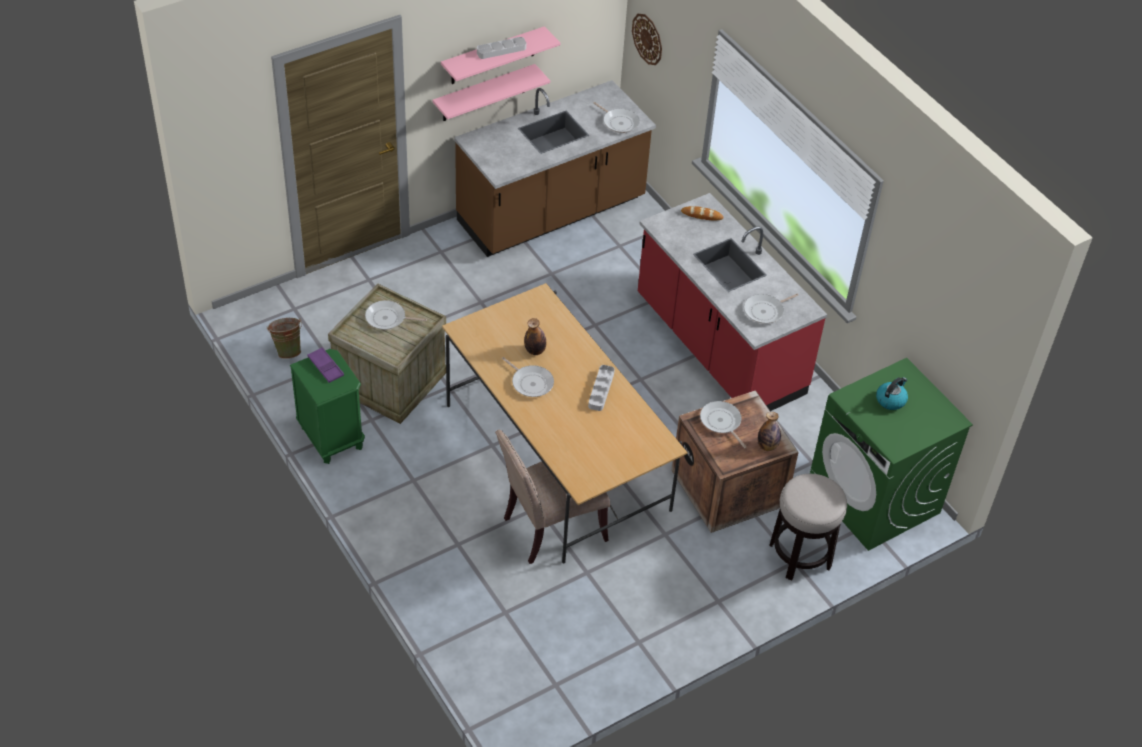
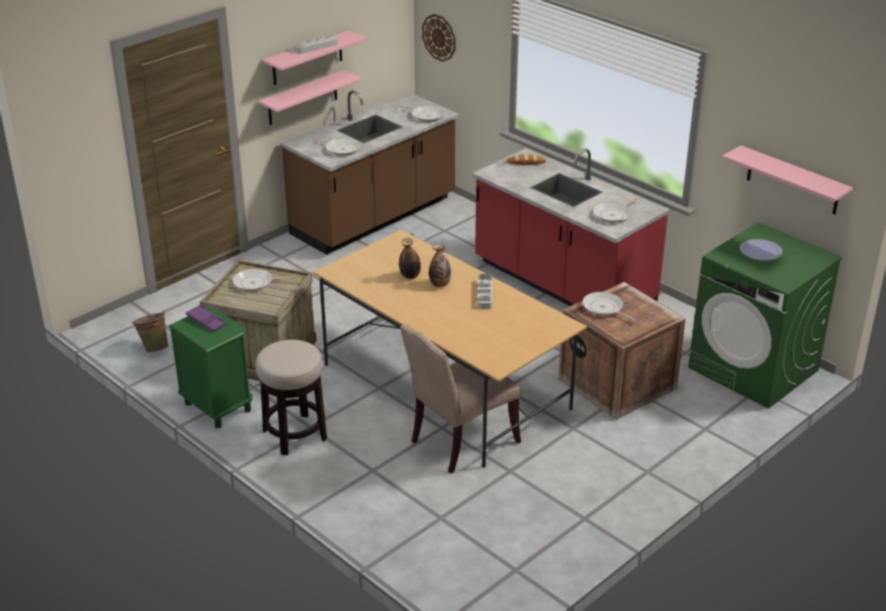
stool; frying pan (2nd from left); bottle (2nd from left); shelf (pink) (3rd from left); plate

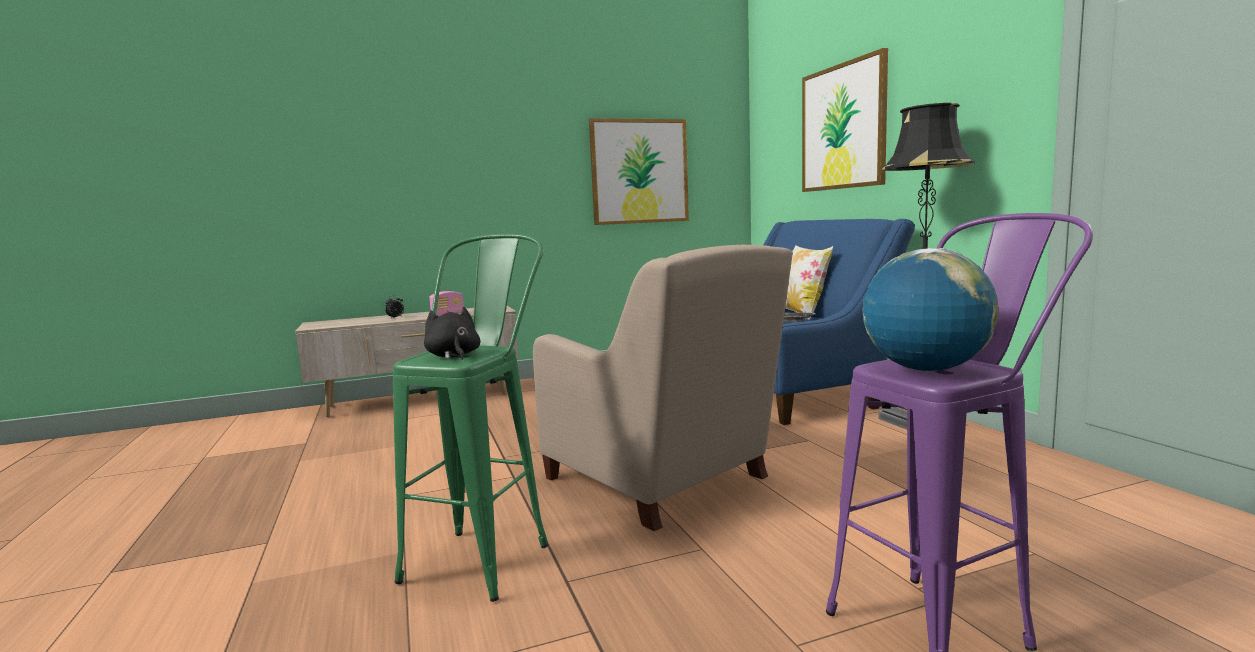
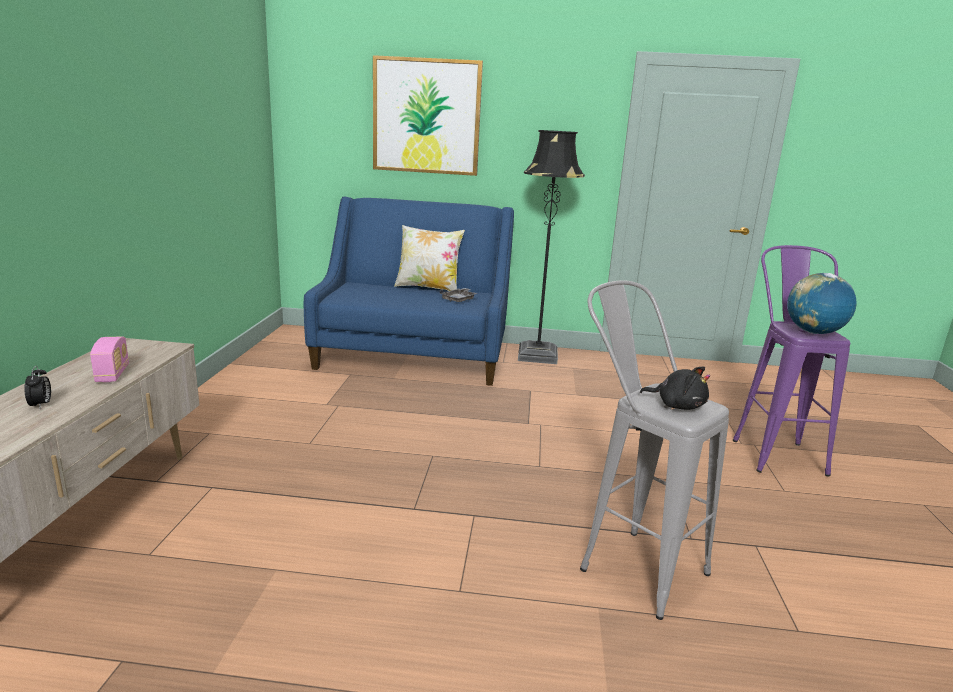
stool (grey); plush toy (black); armchair (beige); picture (1st from left in the first image)

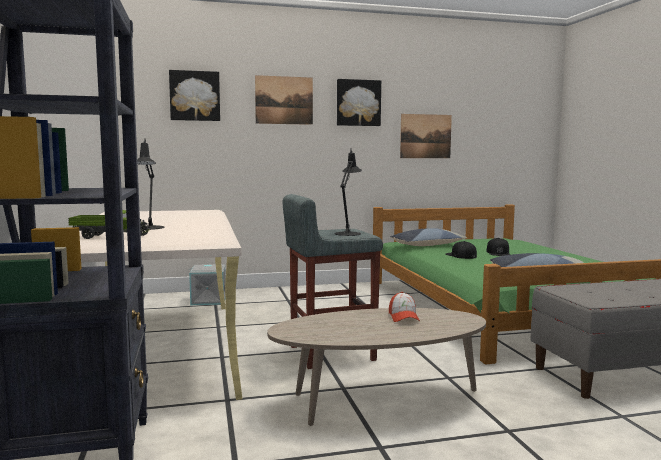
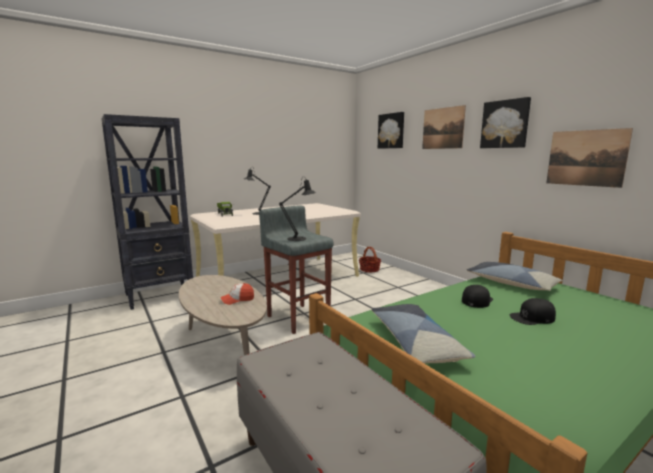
basket

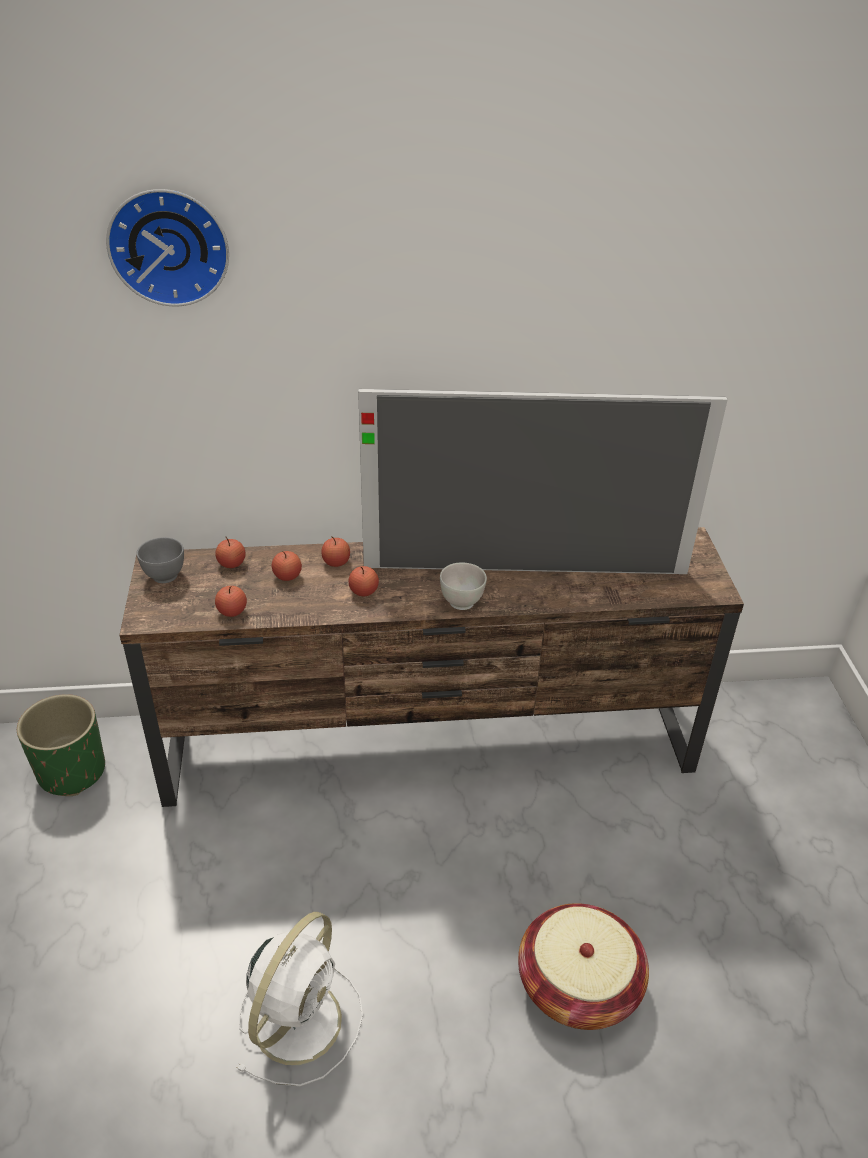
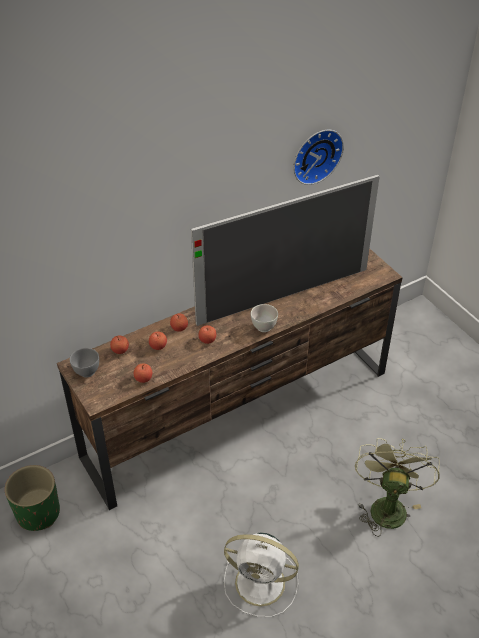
fan (white); wall clock; fan (green)

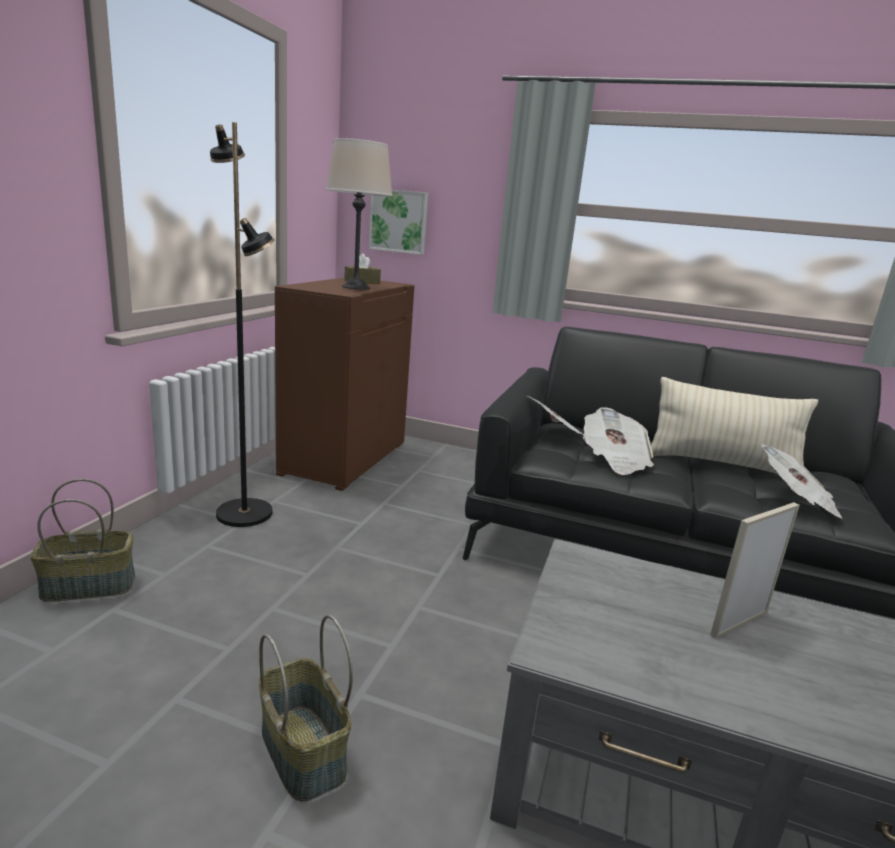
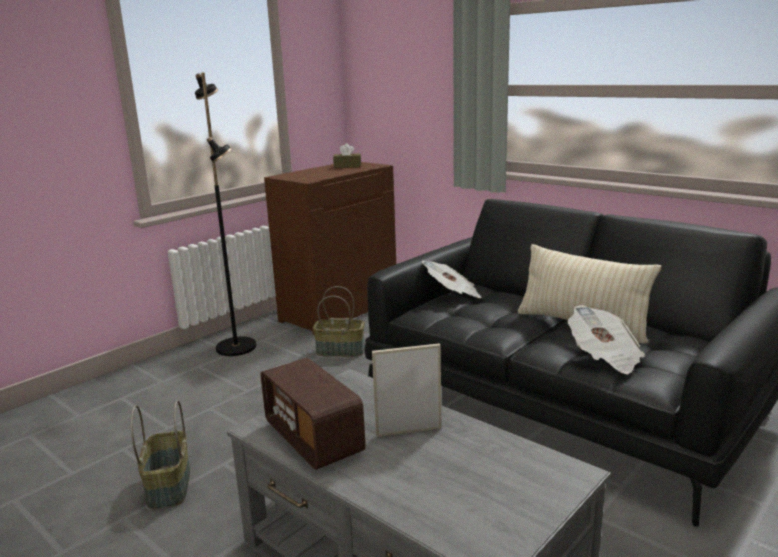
radio; basket (2nd from left); table lamp (beige); picture; newspaper (2nd from left in the first image)

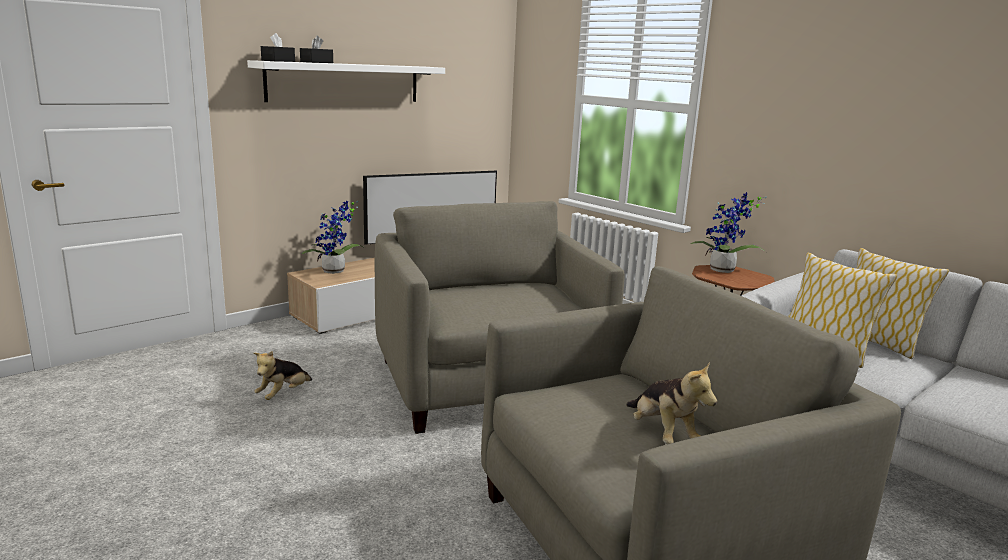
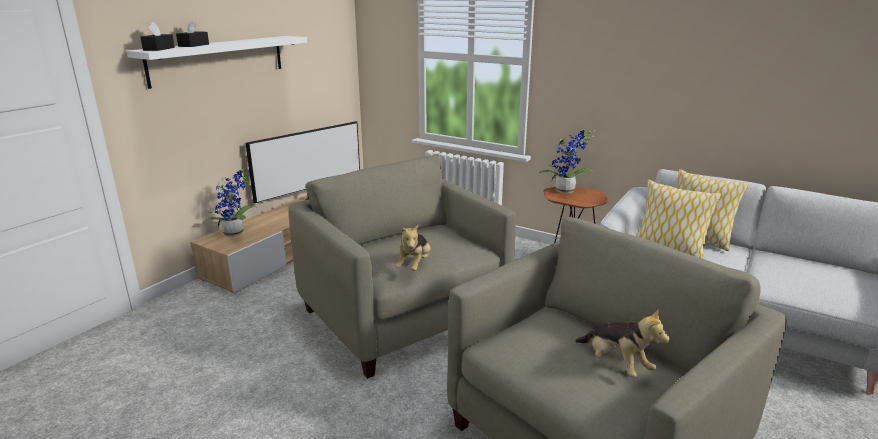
plush toy (1st from left)

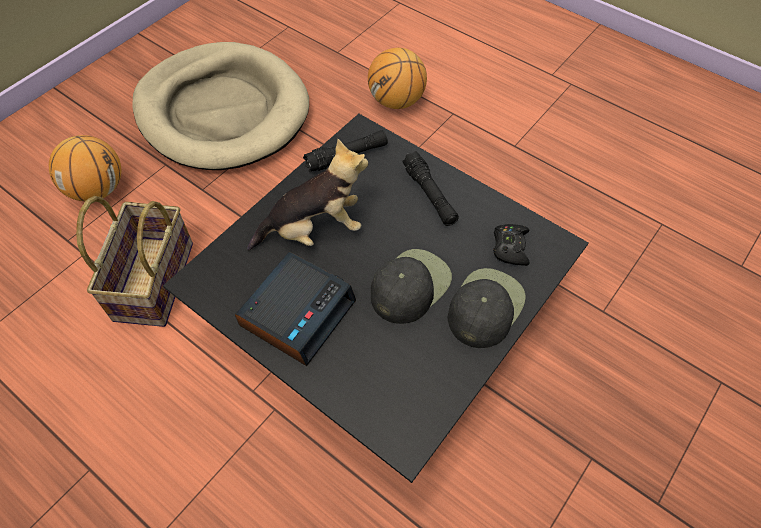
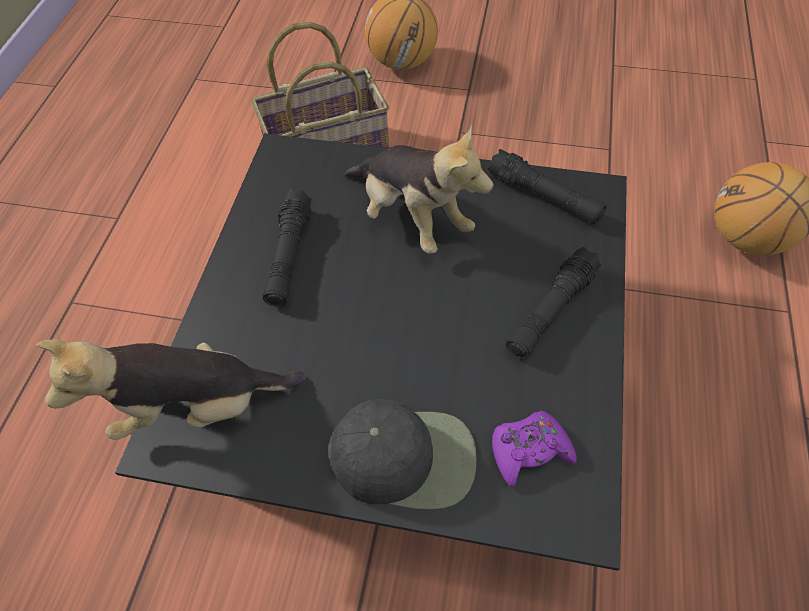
plush toy (1st from left); flashlight (black) (1st from left); game controller (purple); dog bed (beige); cap (black) (1st from left in the first image)

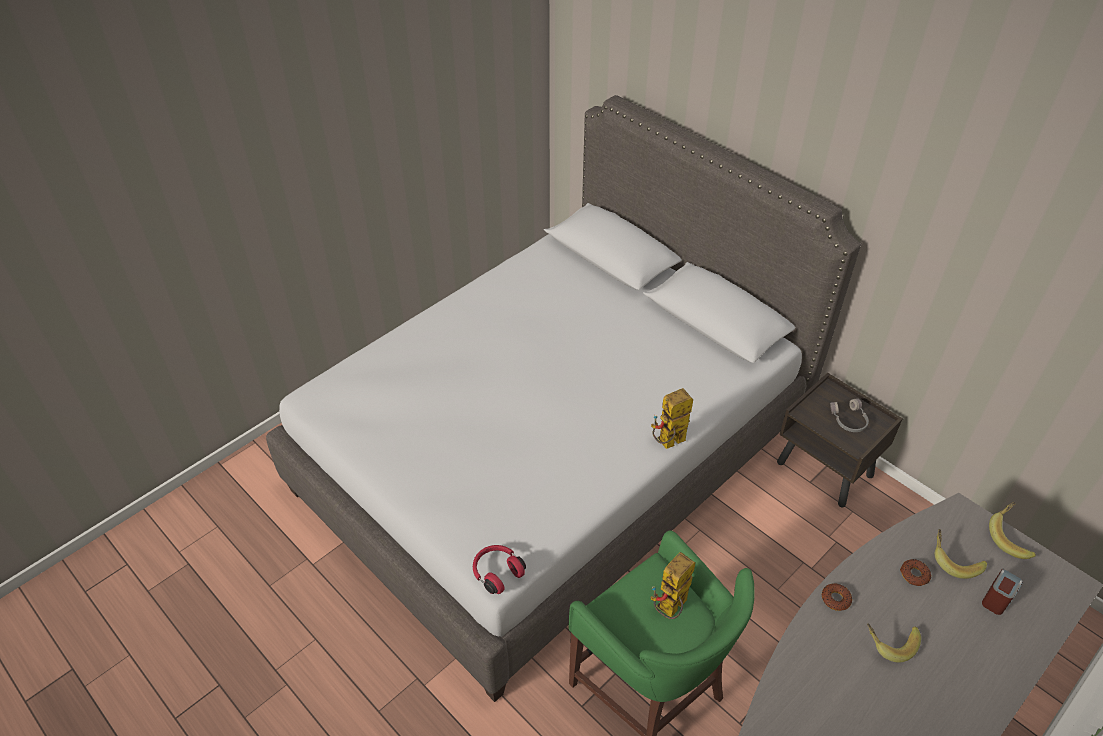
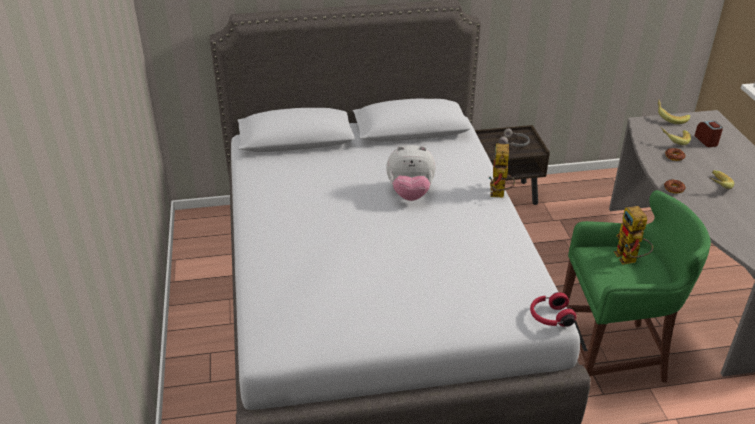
plush toy

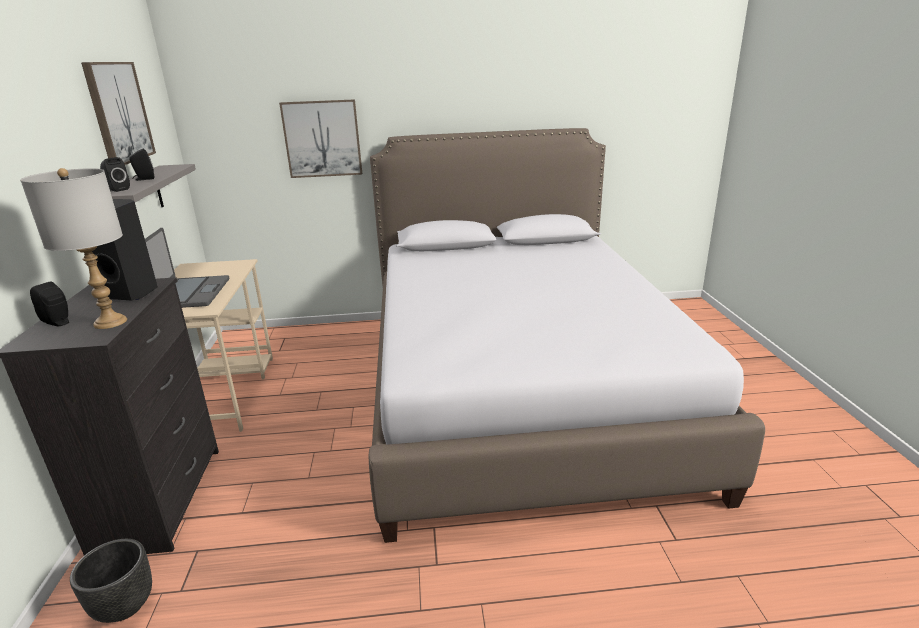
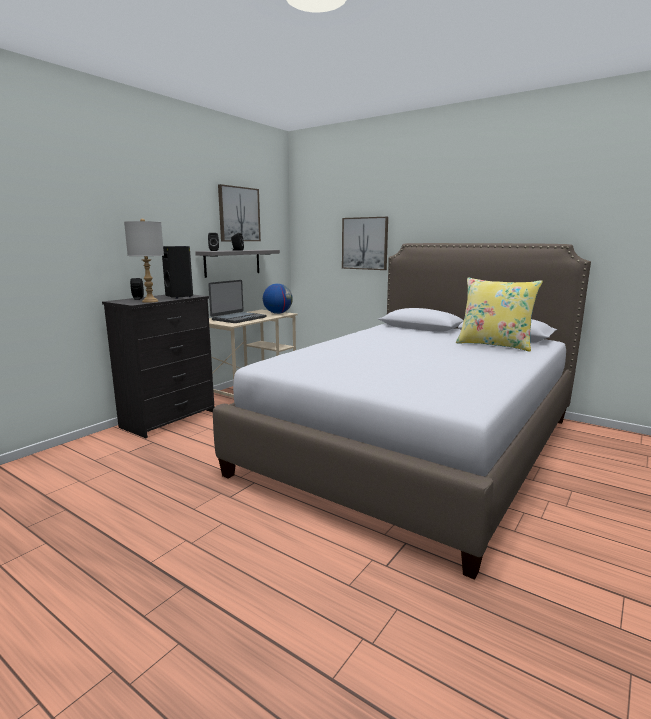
globe; pillow (yellow); planter (black)

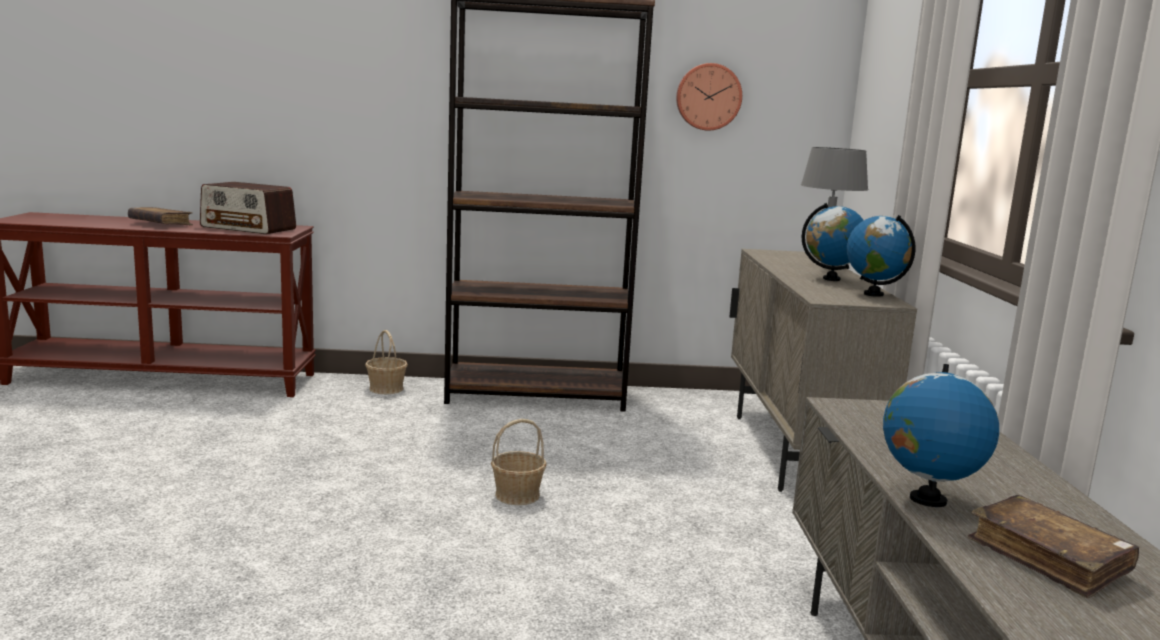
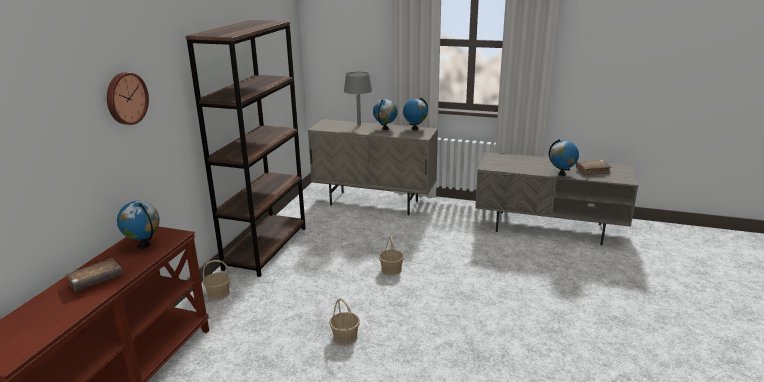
wall clock; globe (1st from left); basket (2nd from left)

